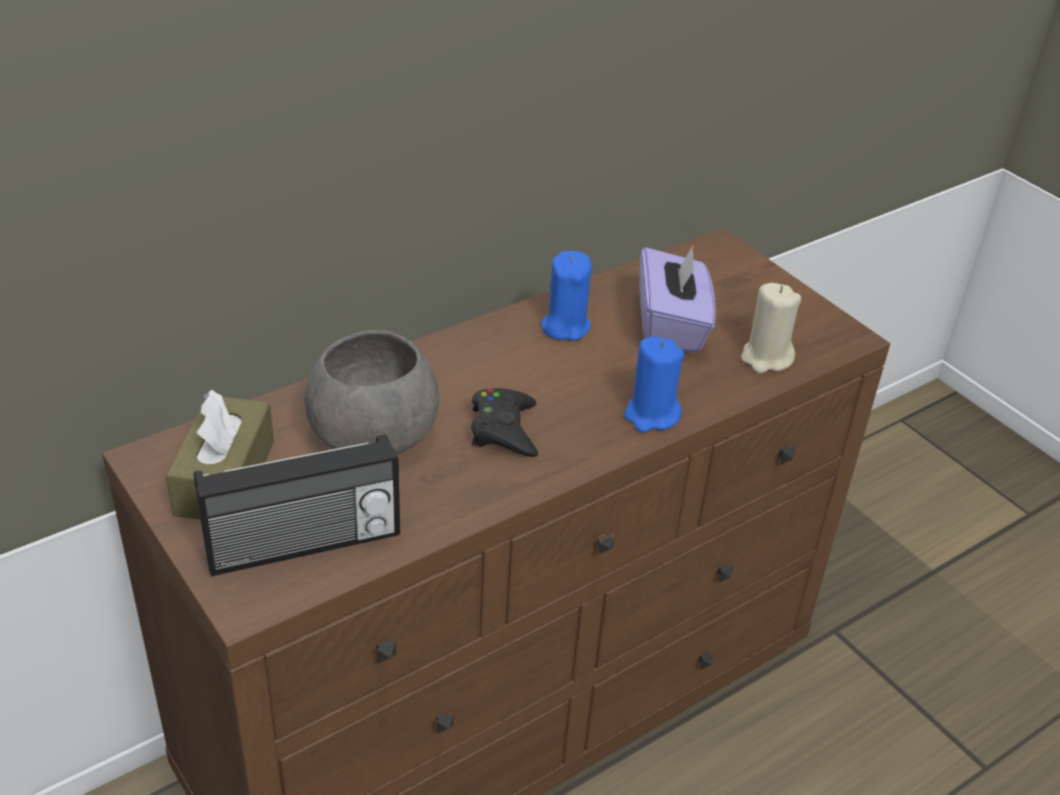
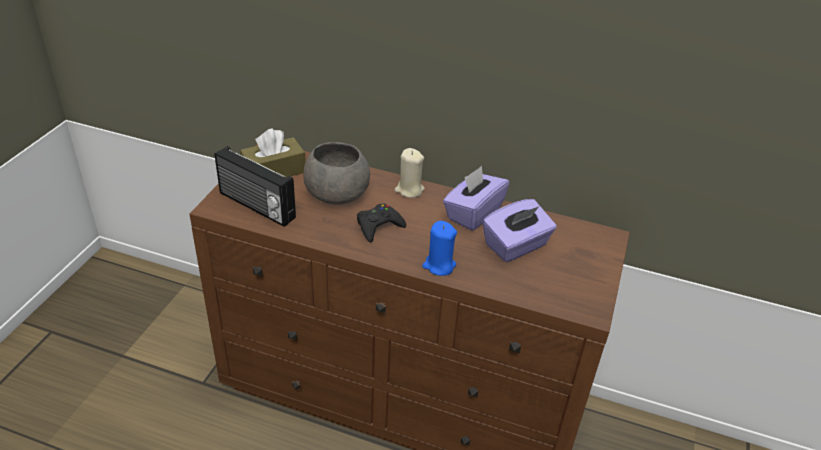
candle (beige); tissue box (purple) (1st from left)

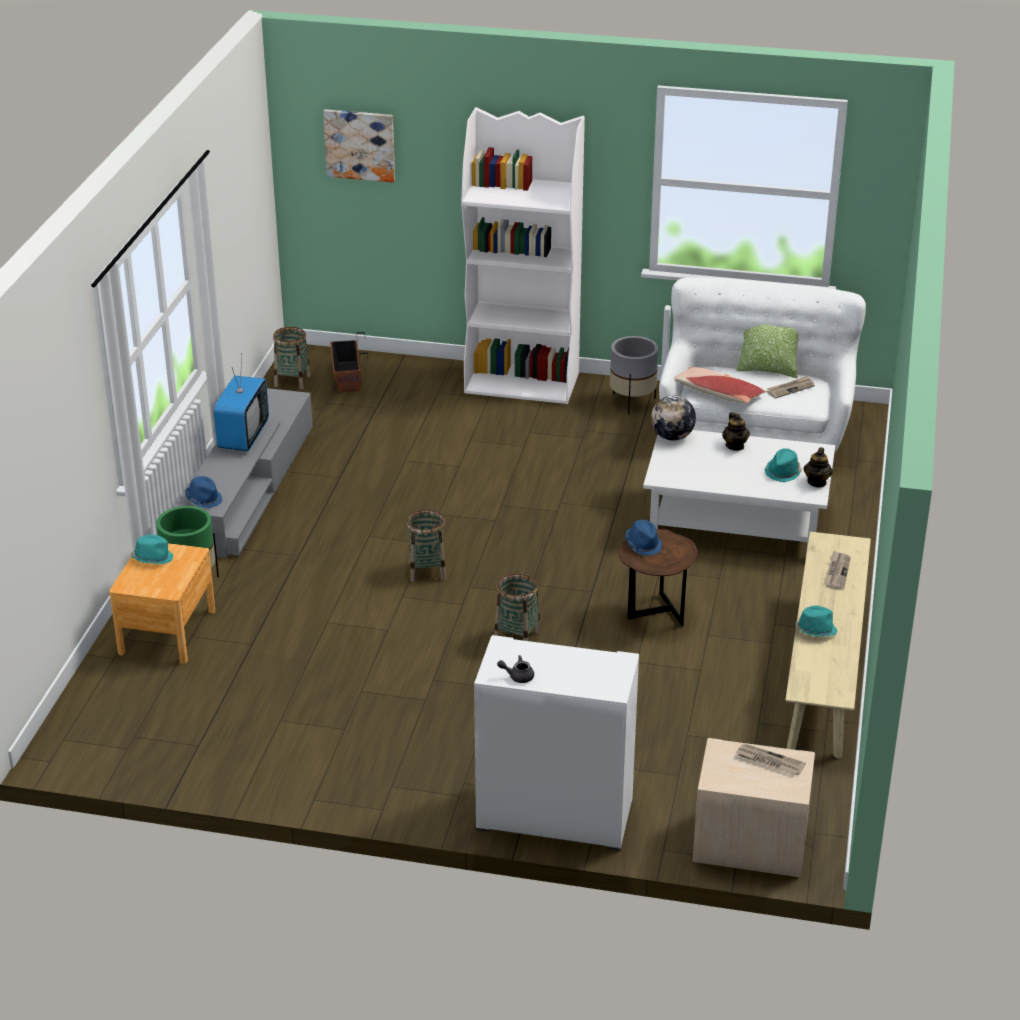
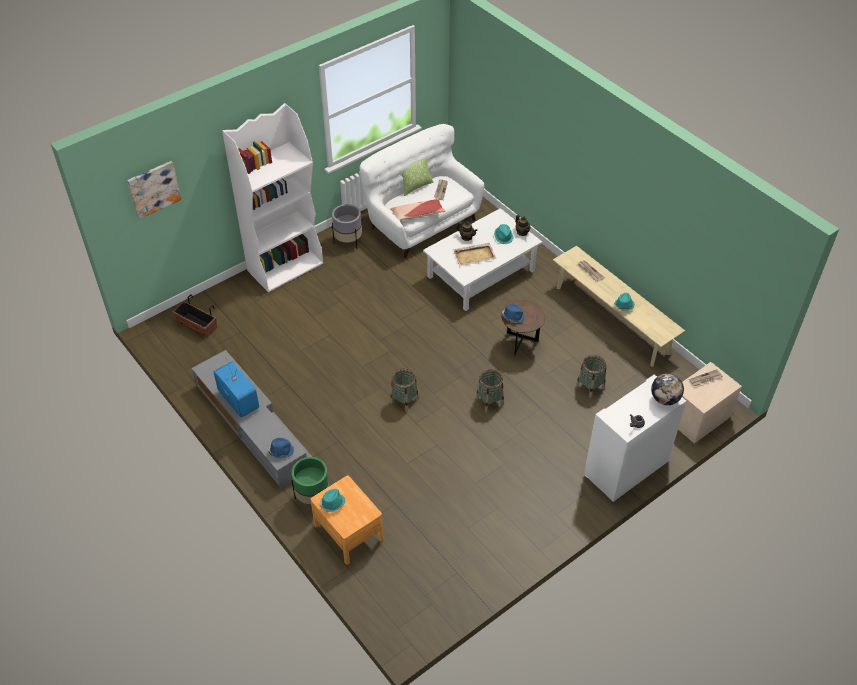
tray (beige); basket (3rd from left); globe

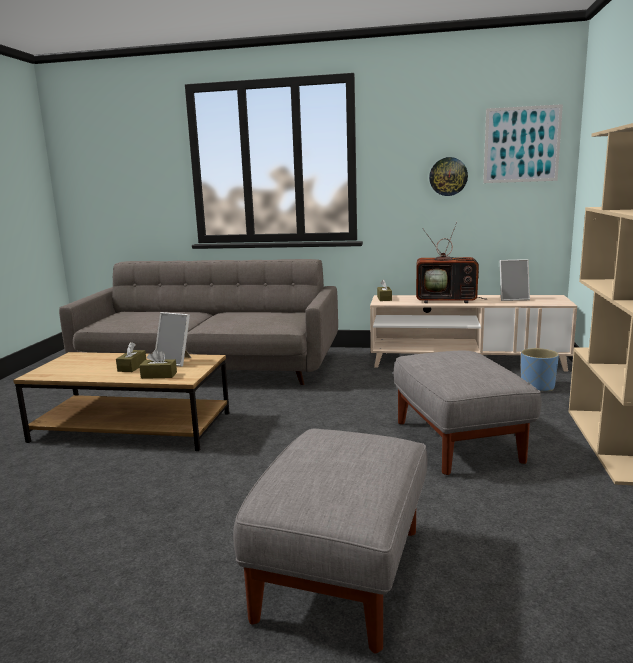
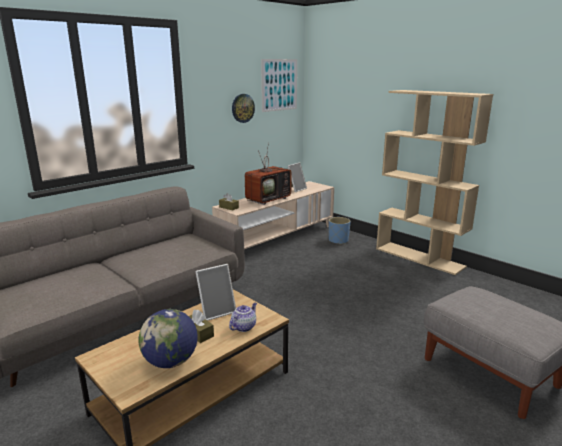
globe; teapot; ottoman (grey) (2nd from left in the first image)

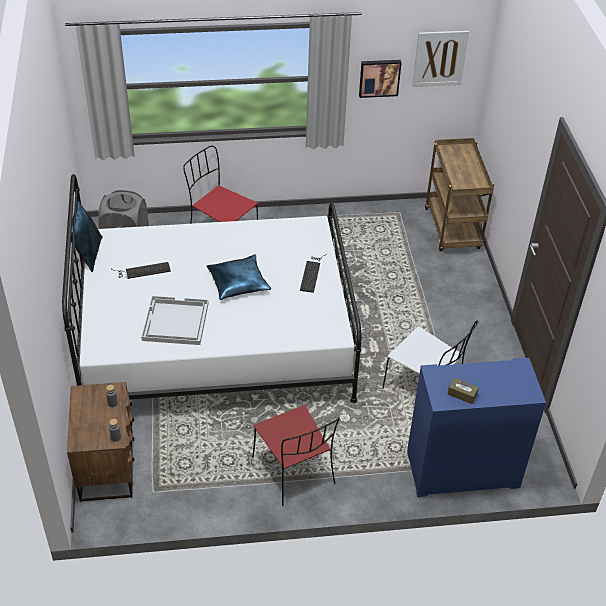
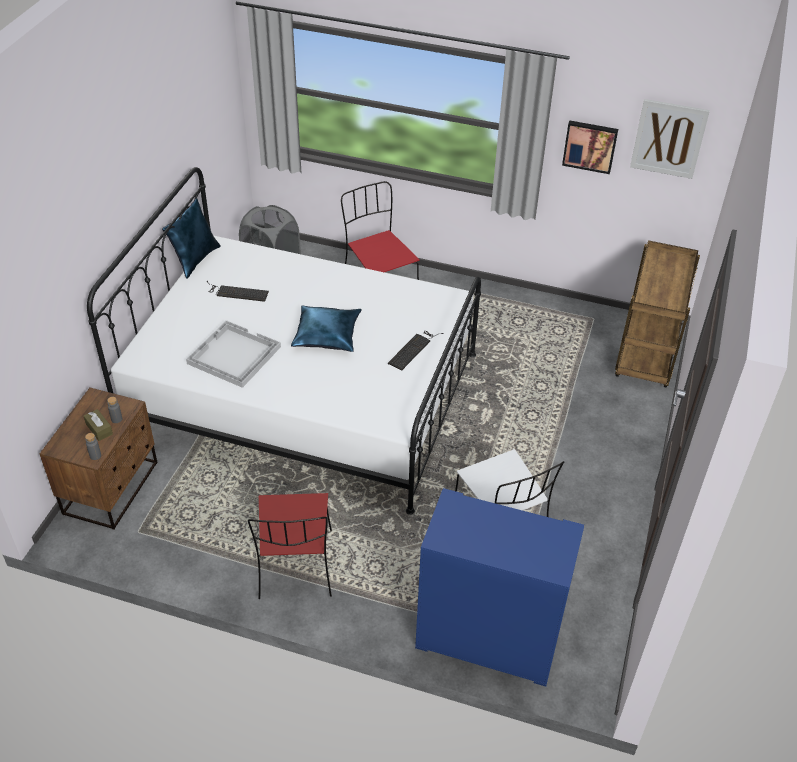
tissue box (brown)

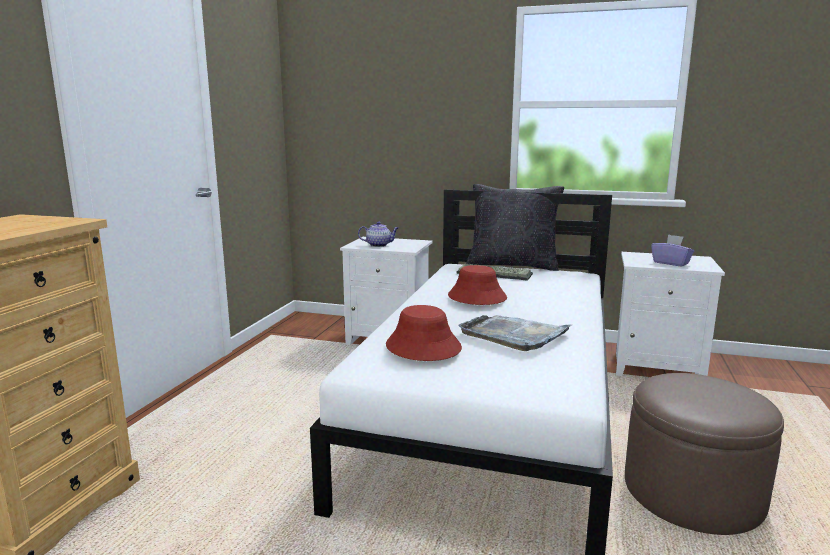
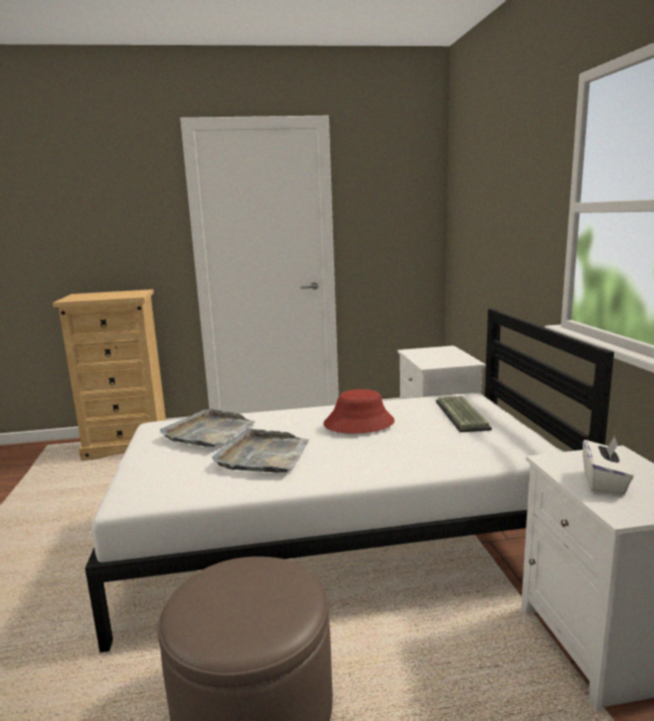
tray (grey) (1st from left); tissue box (white); teapot; pillow (black)

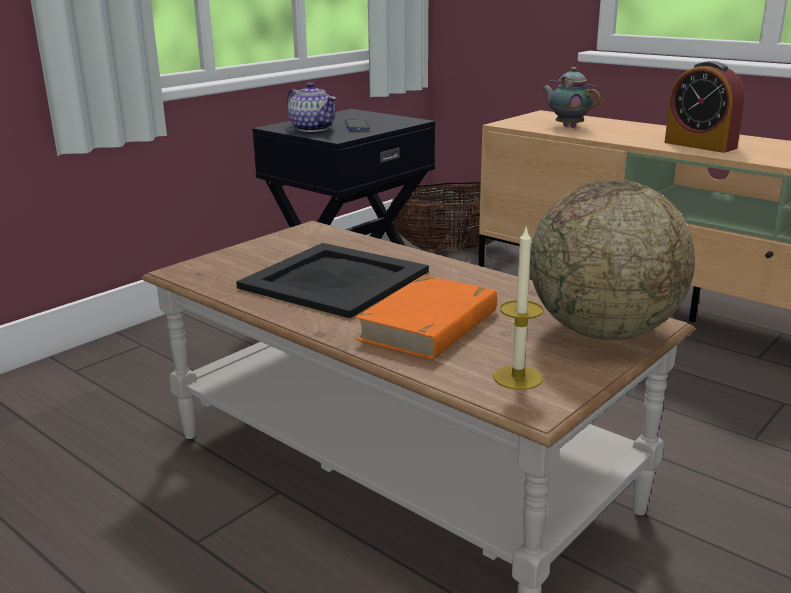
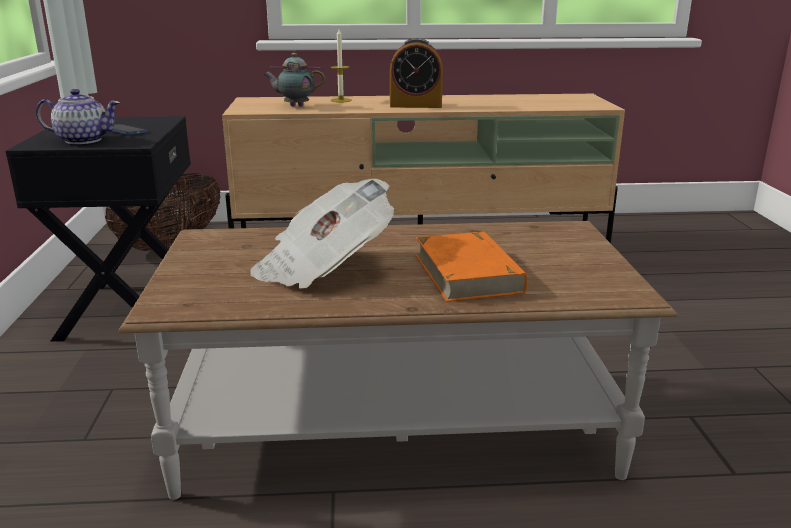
newspaper; candle; globe

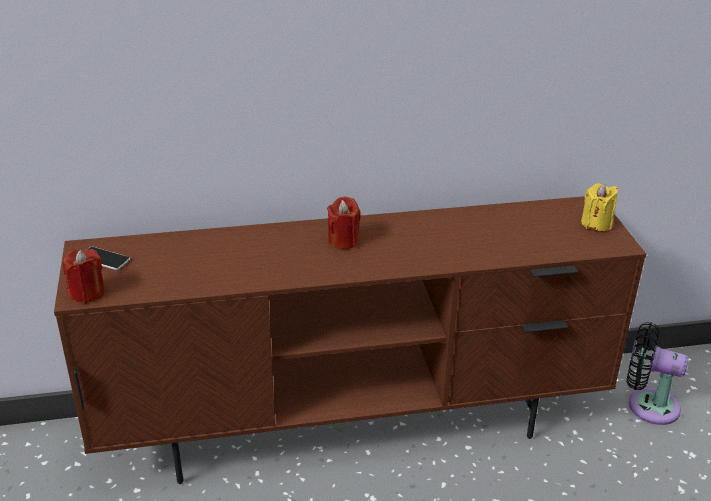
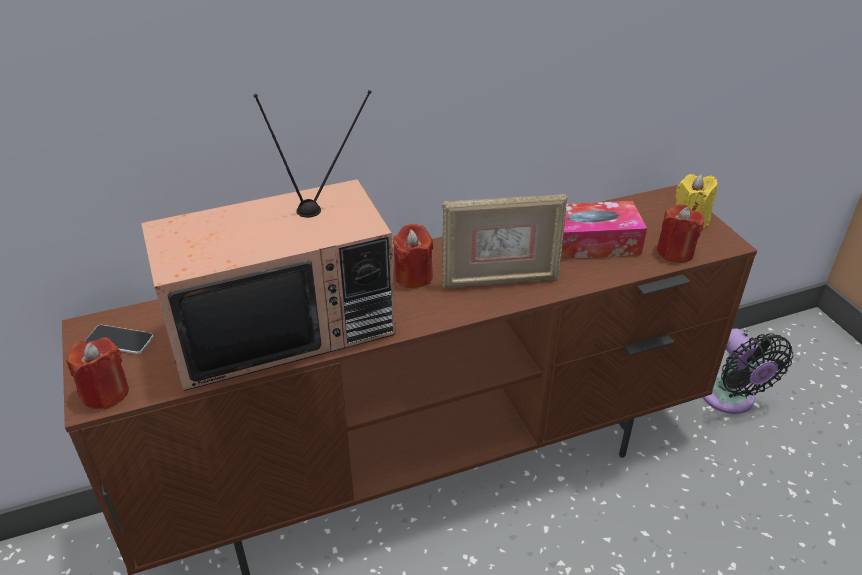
television; picture frame; tissue box; candle (red) (3rd from left); fan (black)

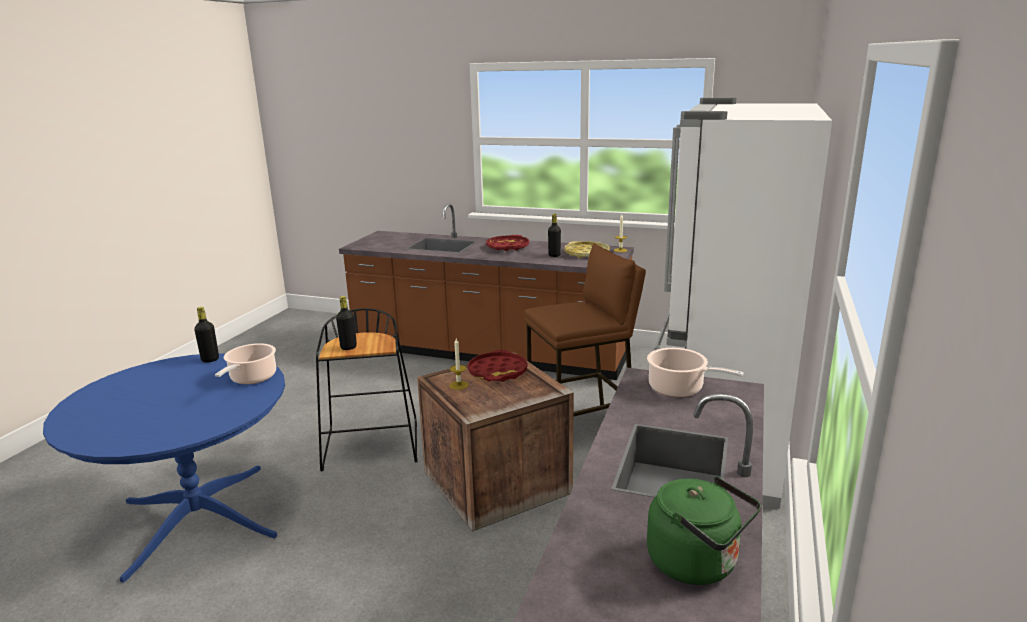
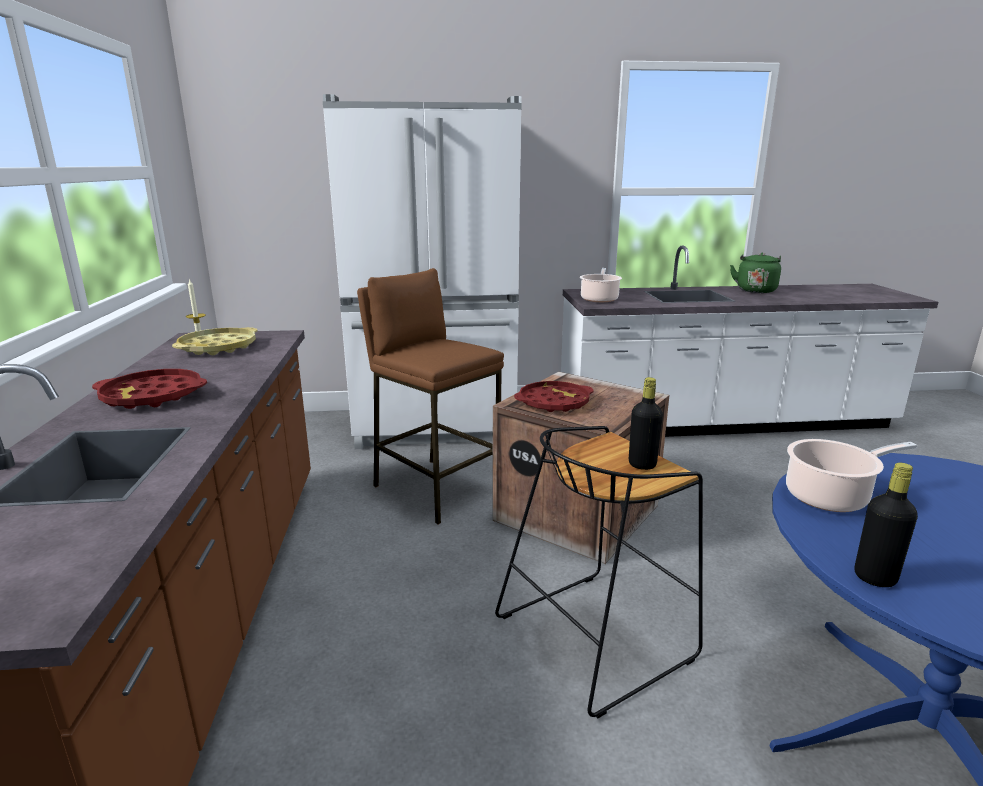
candle (1st from left in the first image); bottle (black) (3rd from left in the first image)

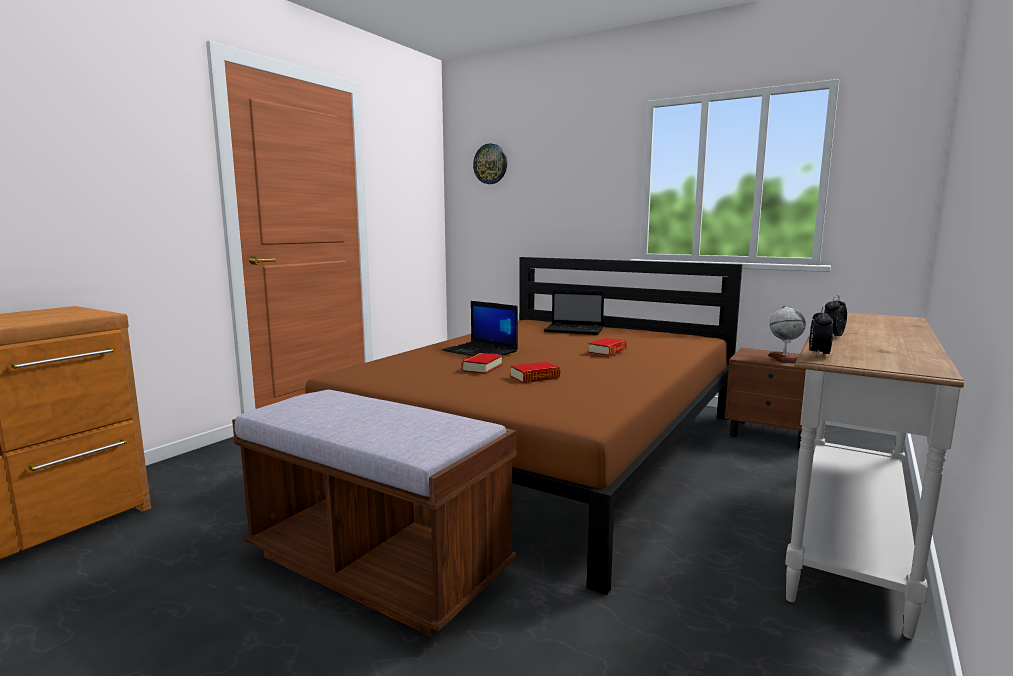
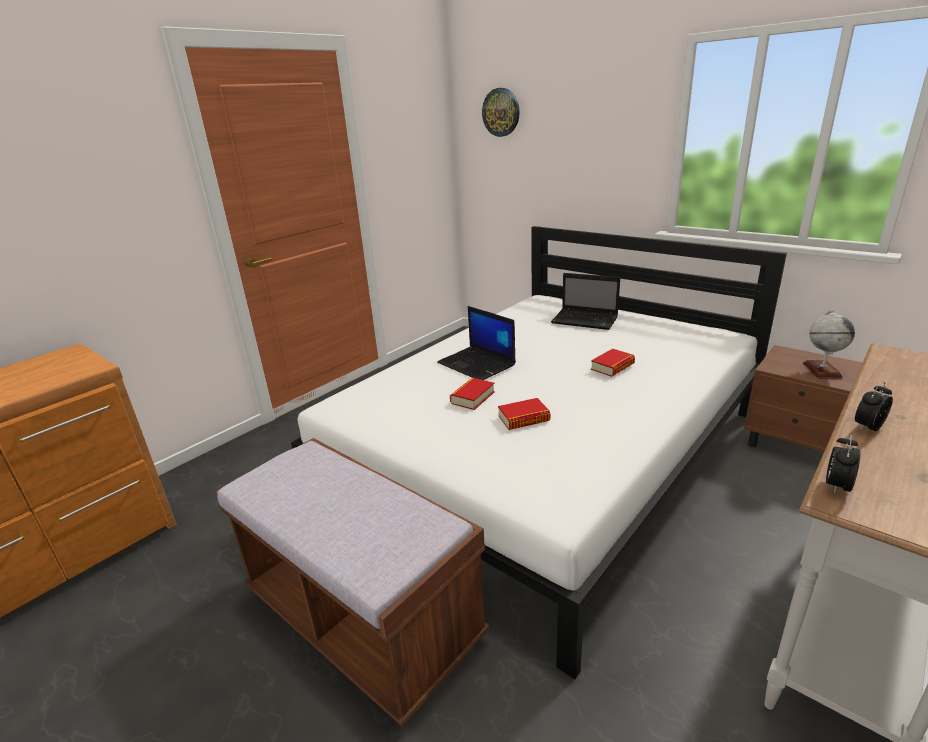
bed (white)

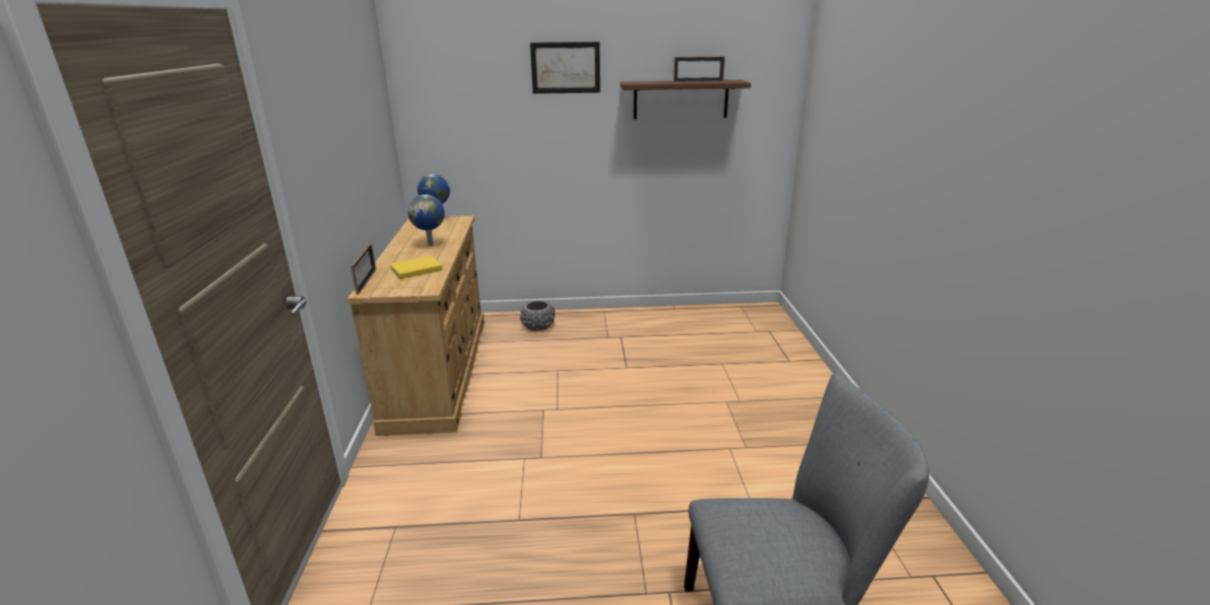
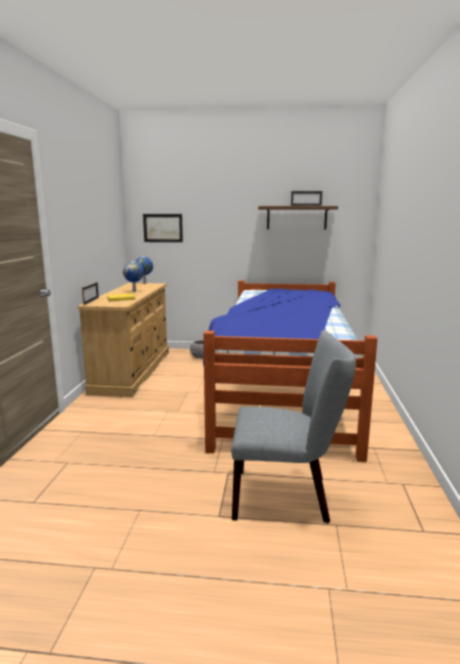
picture; bed

